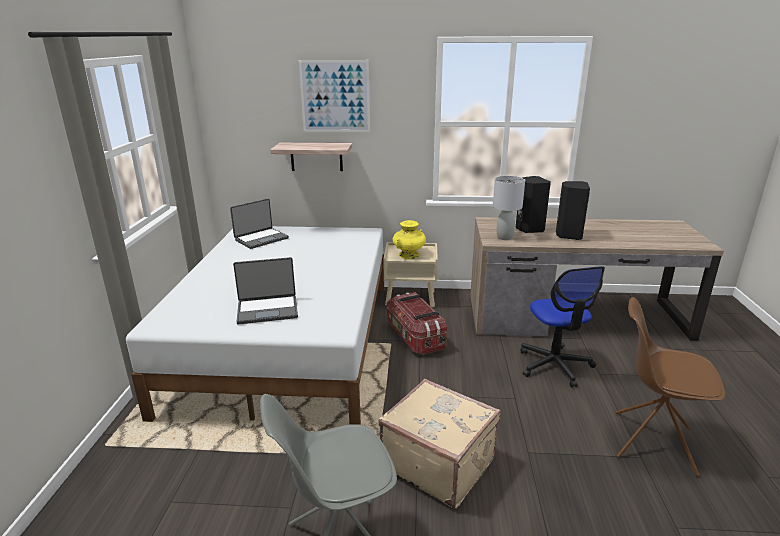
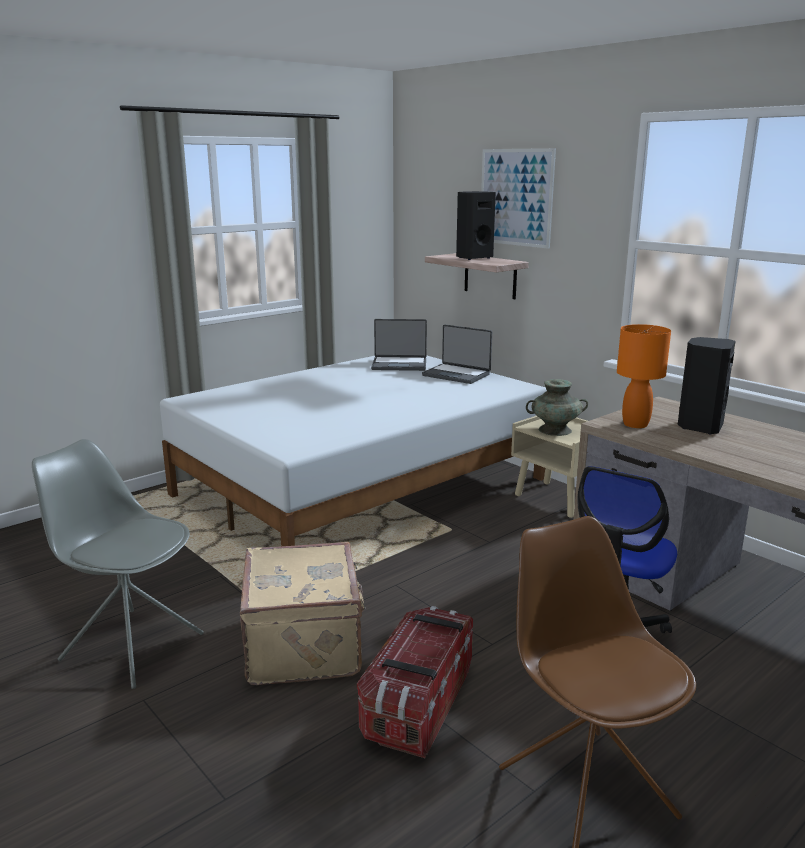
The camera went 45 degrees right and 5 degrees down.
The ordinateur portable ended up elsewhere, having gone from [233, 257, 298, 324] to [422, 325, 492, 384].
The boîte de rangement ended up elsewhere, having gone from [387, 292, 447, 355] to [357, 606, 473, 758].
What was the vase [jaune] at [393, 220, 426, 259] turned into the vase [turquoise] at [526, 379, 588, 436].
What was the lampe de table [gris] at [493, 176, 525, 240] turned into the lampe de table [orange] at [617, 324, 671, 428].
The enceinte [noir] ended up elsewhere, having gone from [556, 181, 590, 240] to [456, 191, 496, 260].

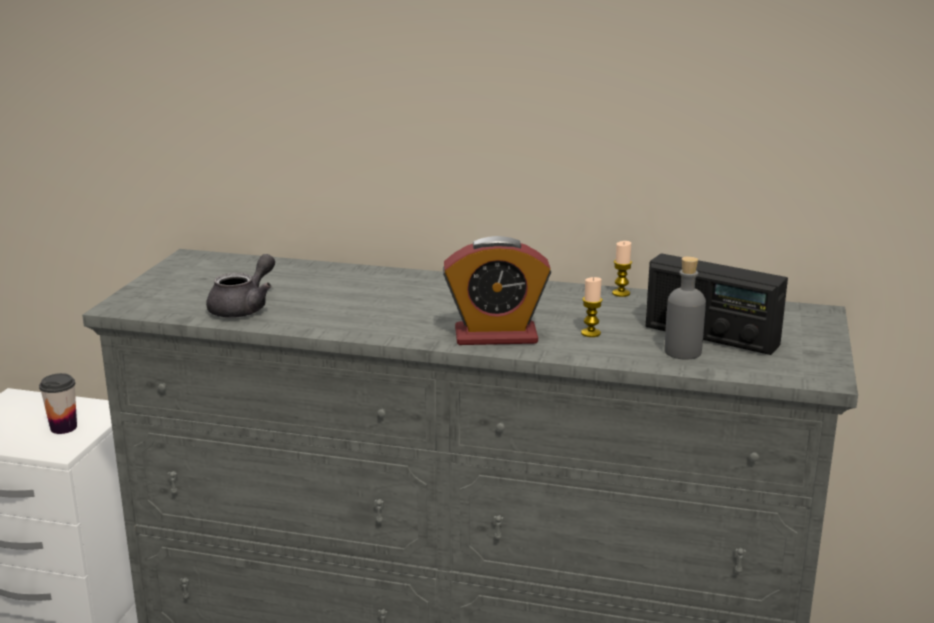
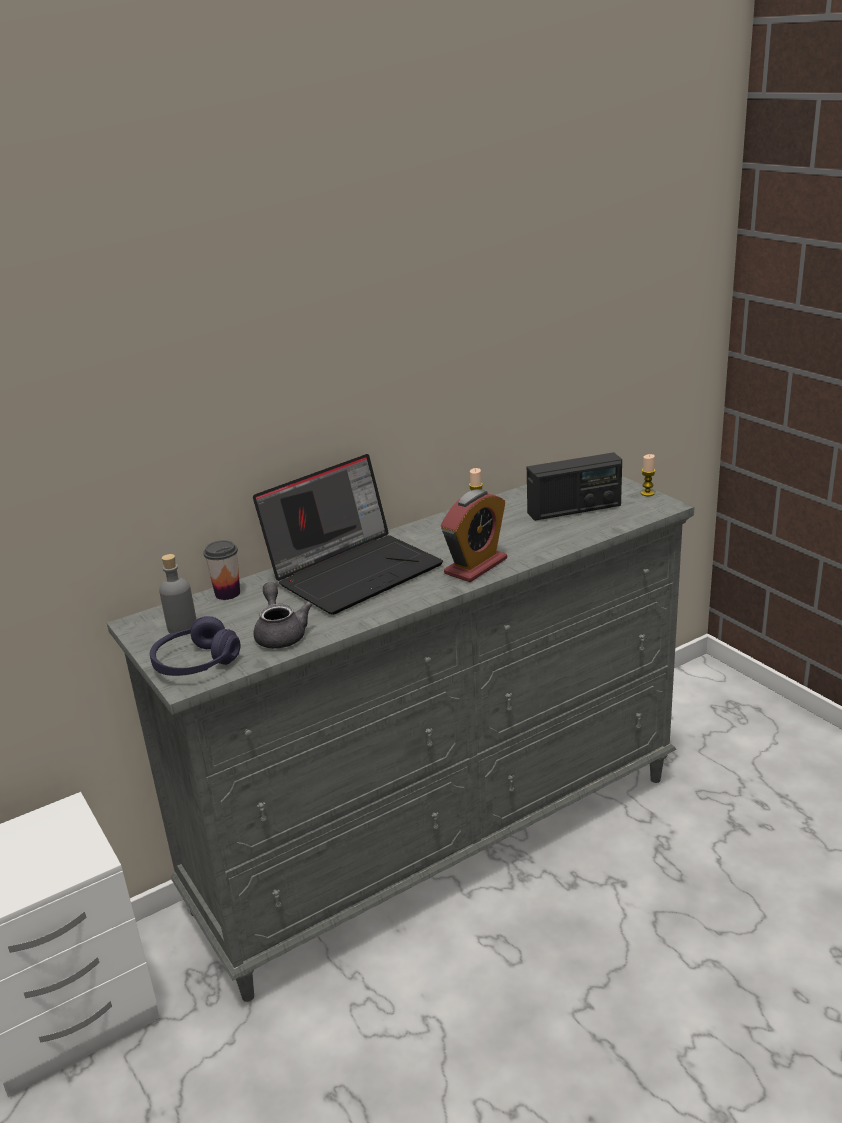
The camera went 45 degrees left and 5 degrees up.
The tasse ended up elsewhere, having gone from [39, 373, 77, 434] to [203, 540, 240, 600].
The bougie ended up elsewhere, having gone from [581, 277, 603, 337] to [641, 454, 656, 496].
The bouteille [gris] ended up elsewhere, having gone from [664, 256, 706, 360] to [159, 554, 197, 633].
The second view gained the casque audio [violet] at [150, 616, 241, 676].
The second view gained the ordinateur portable at [253, 454, 443, 615].

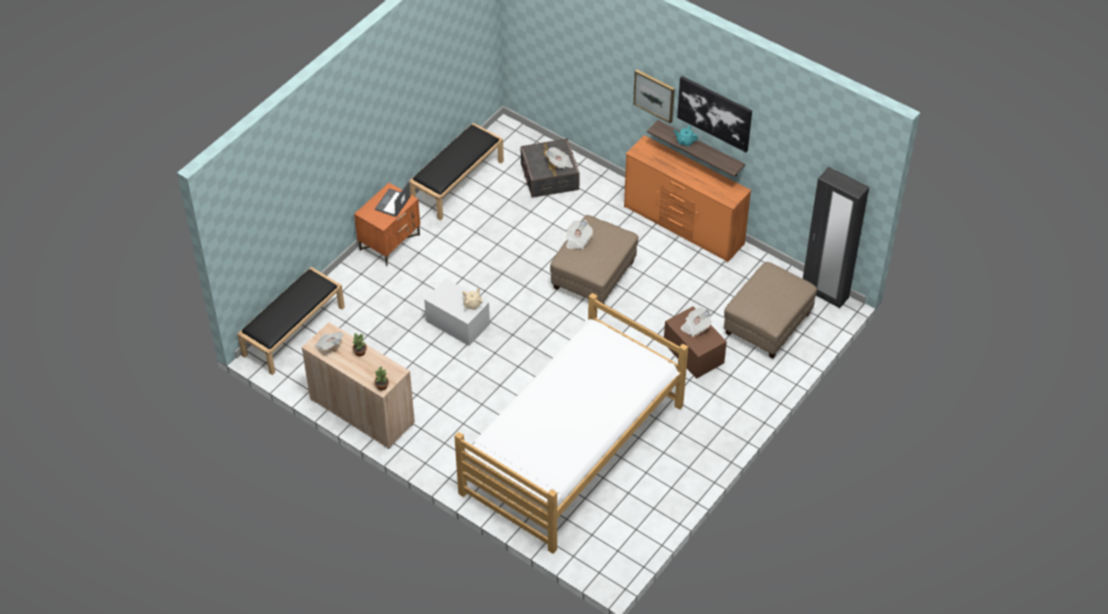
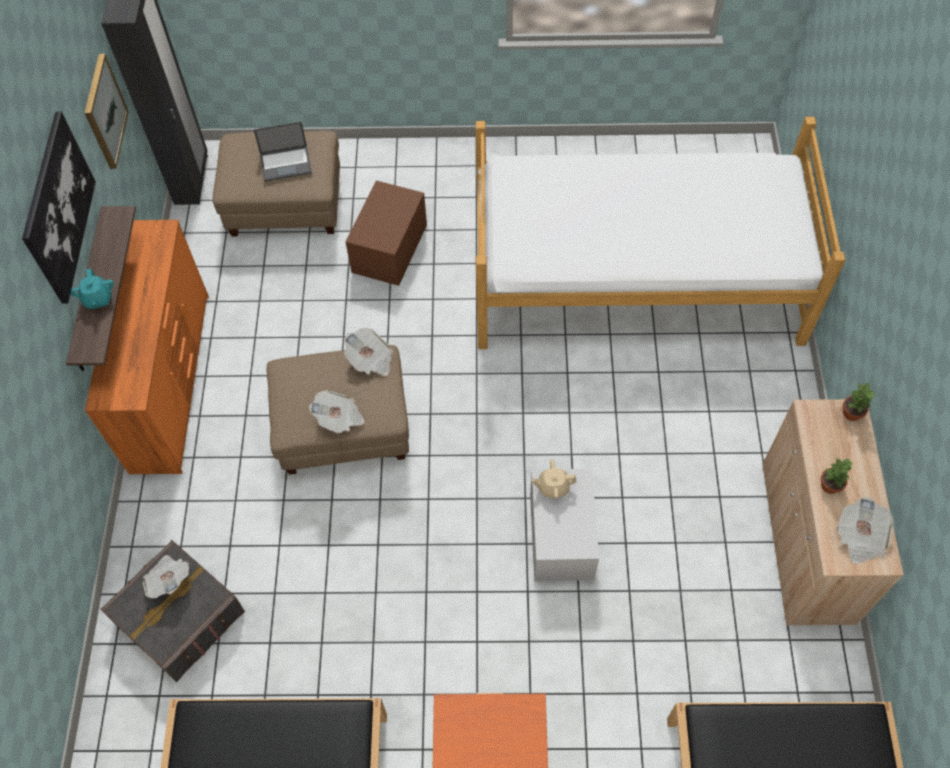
The camera went 125 degrees left and 10 degrees up.
The ordinateur portable ended up elsewhere, having gone from [375, 181, 411, 217] to [254, 121, 312, 182].
The tableau ended up elsewhere, having gone from [633, 70, 675, 123] to [84, 54, 129, 169].
The journal ended up elsewhere, having gone from [681, 307, 711, 337] to [344, 328, 393, 376].

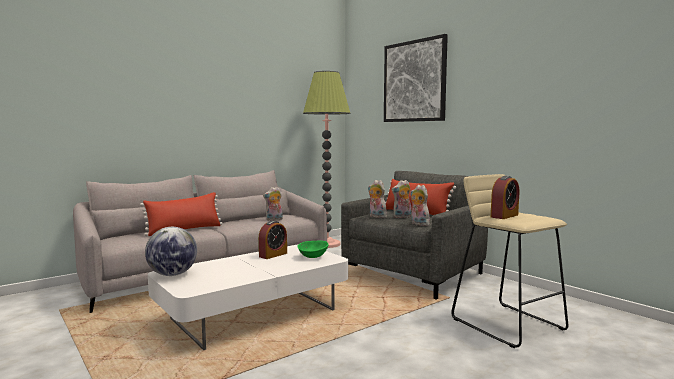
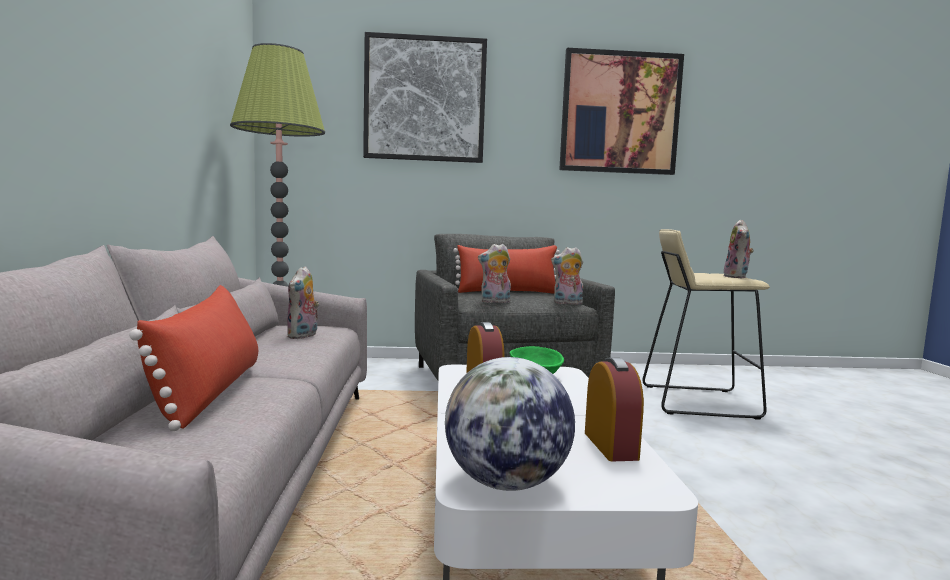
The camera went 55 degrees left and 0 degrees up.
The peluche ended up elsewhere, having gone from [391, 180, 411, 218] to [724, 220, 754, 278].
The réveil ended up elsewhere, having gone from [491, 176, 519, 219] to [585, 358, 644, 461].
The second view gained the tableau at [559, 48, 684, 175].

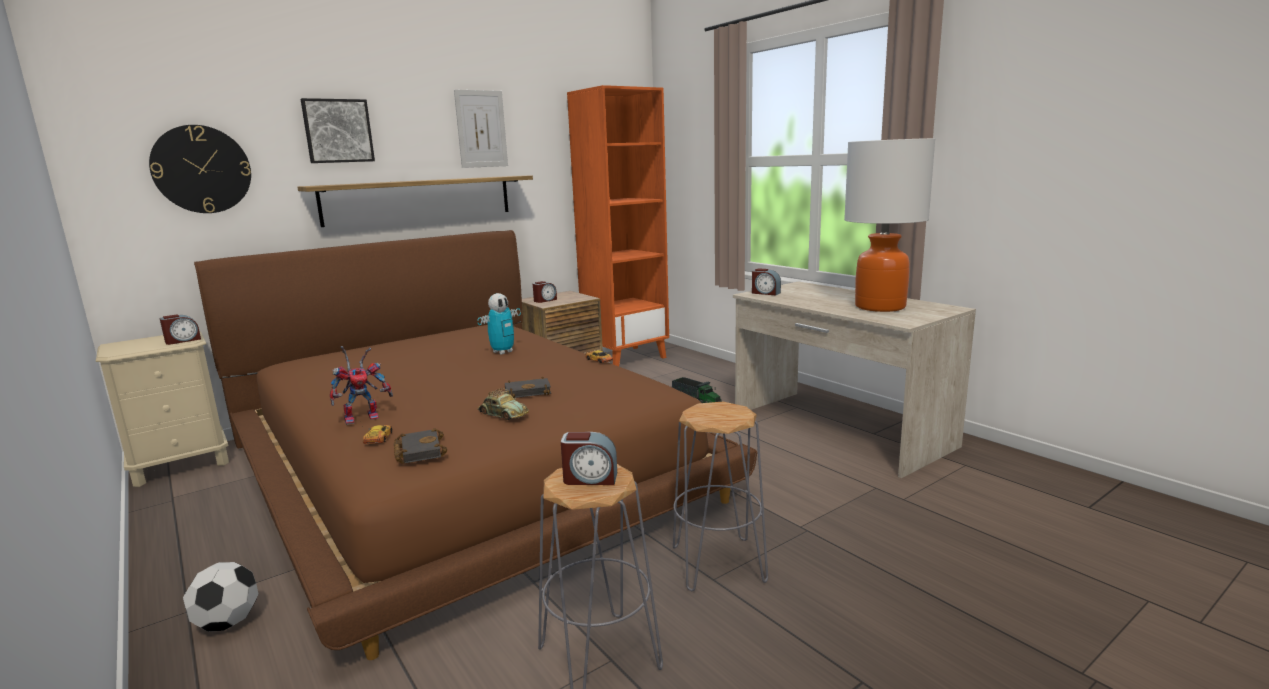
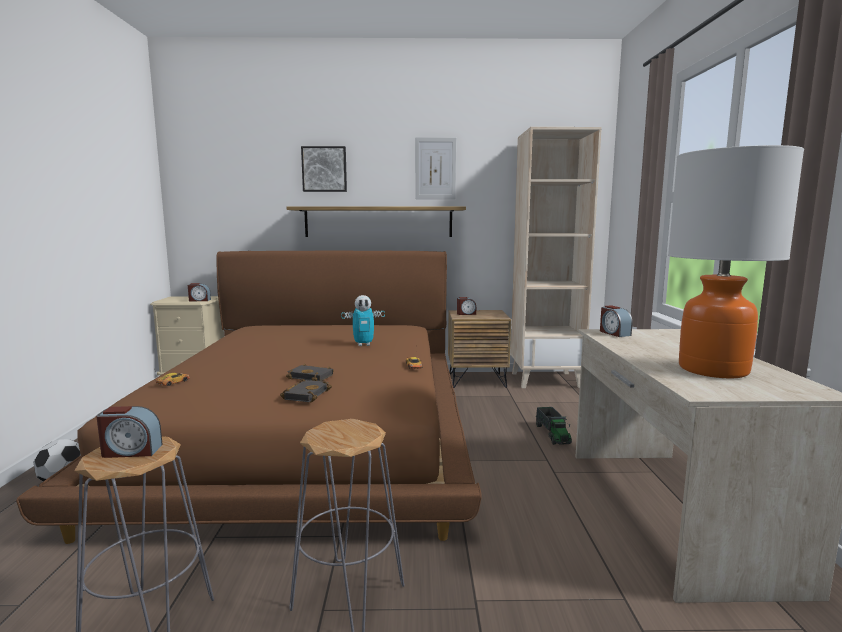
The camera went 35 degrees right and 5 degrees down.
The second view lost the horloge murale at [149, 125, 251, 213].
The second view lost the robot jouet at [330, 346, 393, 425].
The livre [noir] ended up elsewhere, having gone from [394, 428, 447, 464] to [280, 379, 332, 402].
The second view lost the petite voiture at [477, 388, 529, 420].
The réveil at [561, 432, 617, 485] ended up facing another way, 45 degrees counterclockwise from before.
What was the bibliothèque [orange] at [567, 85, 669, 366] turned into the bibliothèque [beige] at [511, 127, 602, 388].

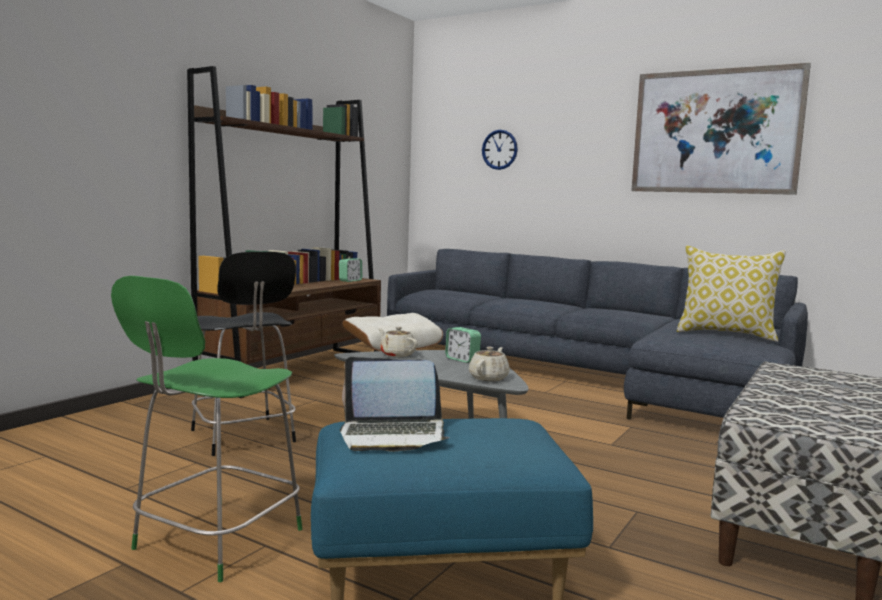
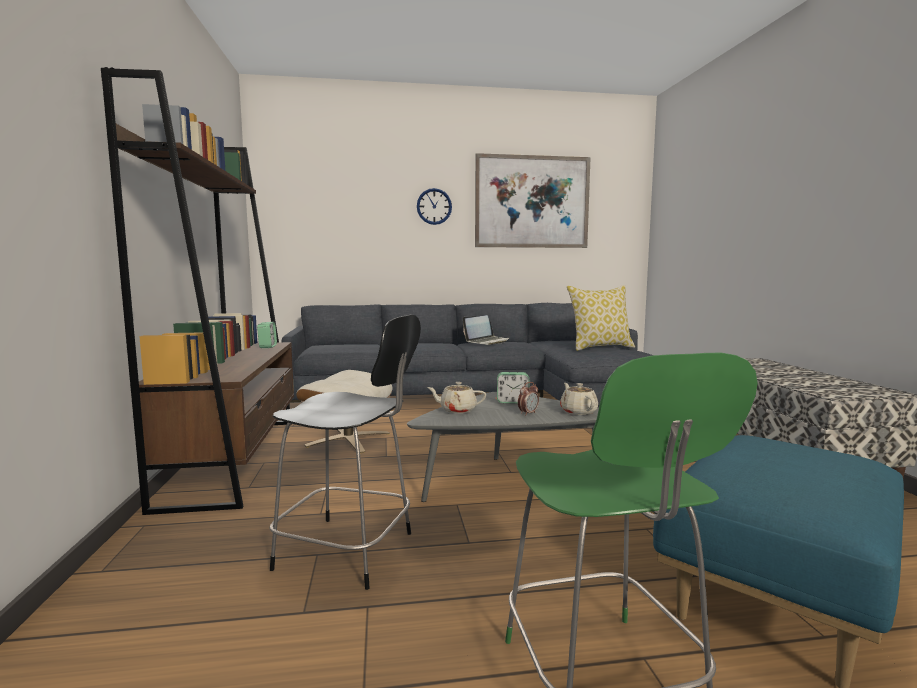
The camera went 40 degrees left and 0 degrees up.
The ordinateur portable ended up elsewhere, having gone from [340, 357, 450, 452] to [463, 315, 509, 345].
The horloge murale ended up elsewhere, having gone from [482, 130, 518, 170] to [417, 188, 452, 225].
The second view gained the réveil at [518, 382, 539, 416].

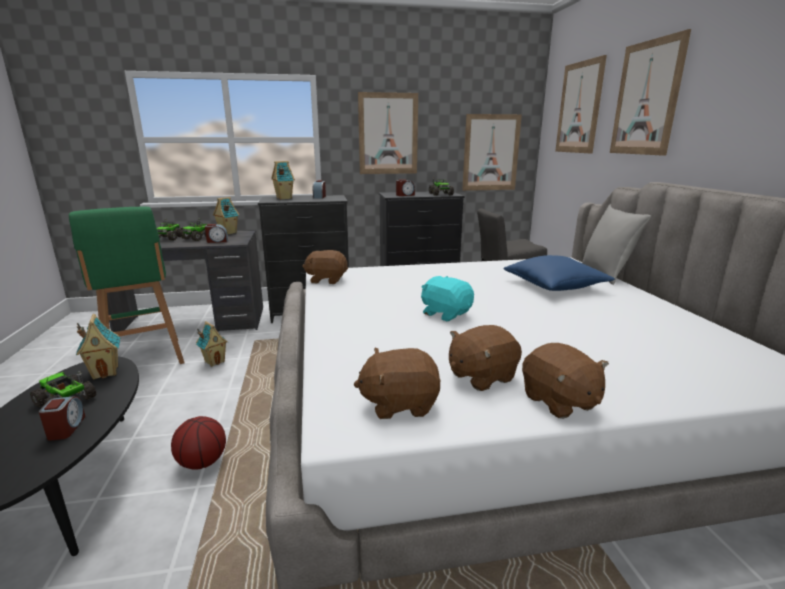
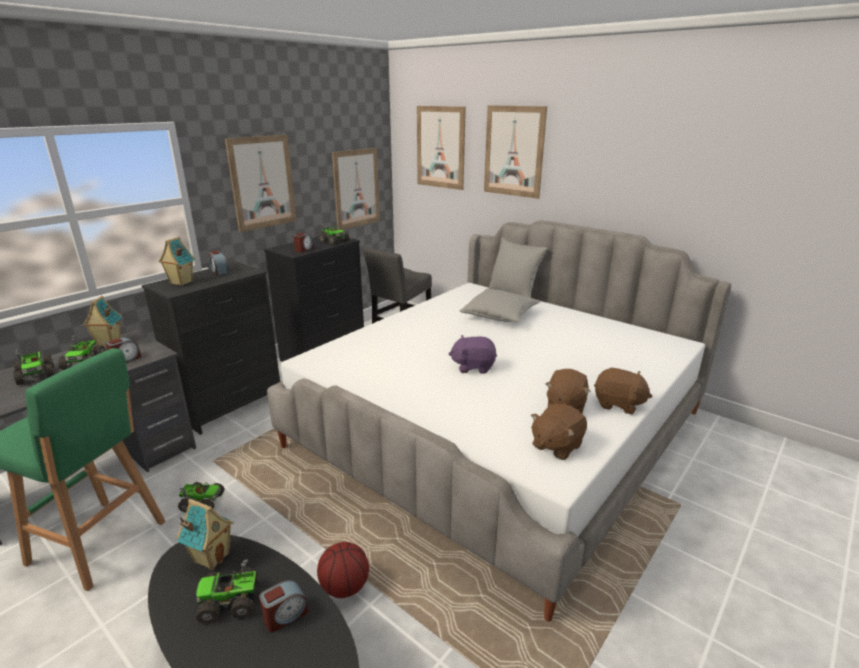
The camera went 40 degrees left and 5 degrees up.
The réveil at [39, 396, 85, 441] ended up facing another way, 105 degrees clockwise from before.
Where the maison miniature stood at [196, 321, 228, 367], the camion jouet came to stand at [178, 482, 225, 513].
The second view lost the peluche [marron] at [302, 250, 348, 284].
What was the peluche [turquoise] at [421, 276, 474, 321] turned into the peluche [violet] at [448, 335, 497, 374].
What was the coussin [bleu] at [503, 255, 615, 291] turned into the coussin [gris] at [459, 289, 540, 322].

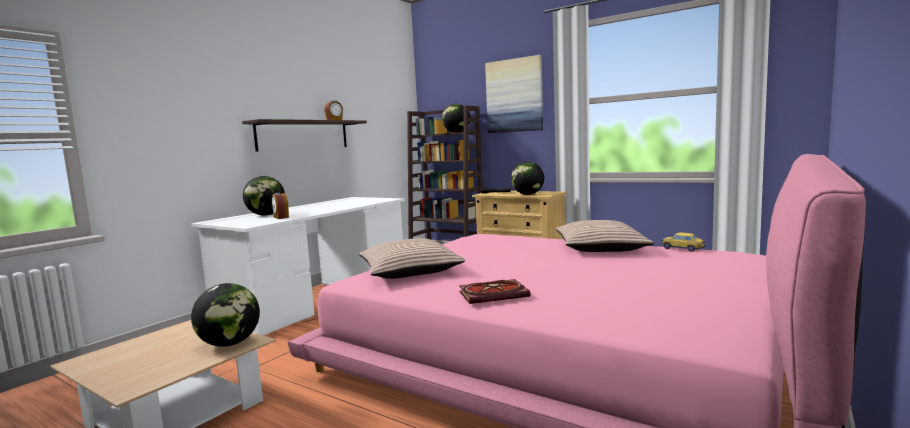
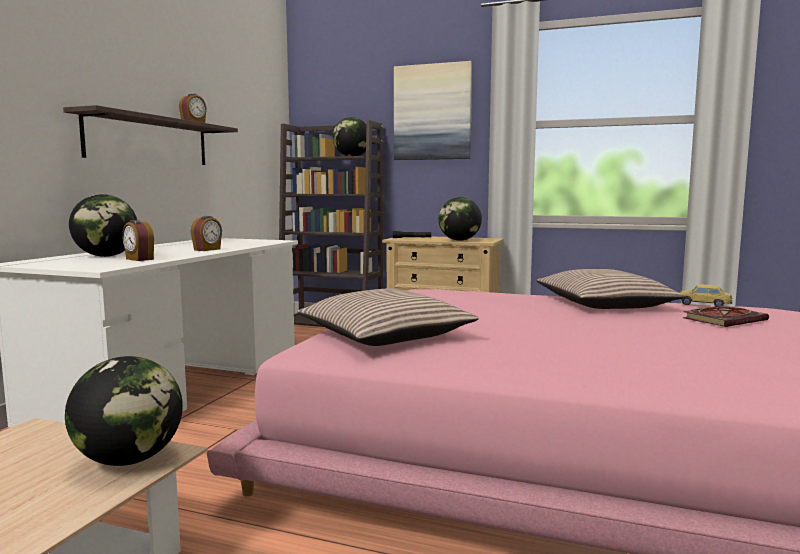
The camera went 15 degrees left and 0 degrees up.
The livre ended up elsewhere, having gone from [459, 279, 531, 304] to [683, 306, 769, 327].
The second view gained the réveil at [191, 216, 222, 251].

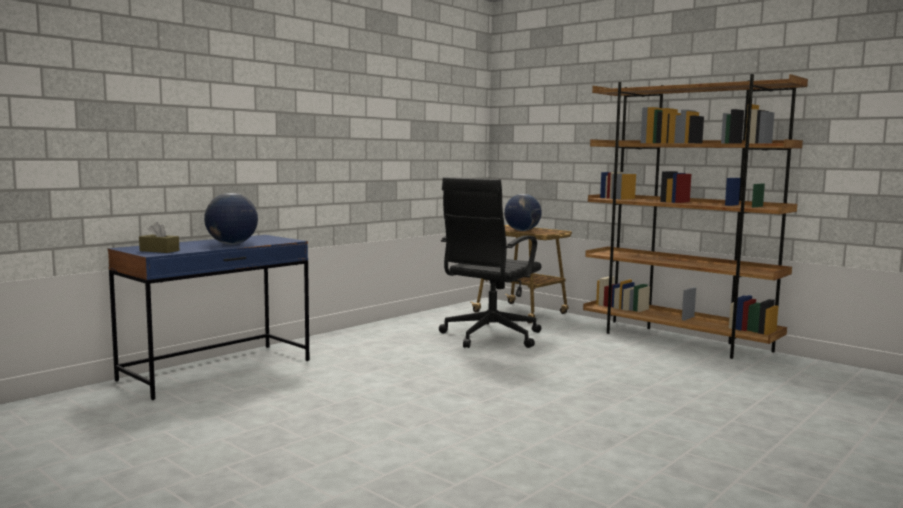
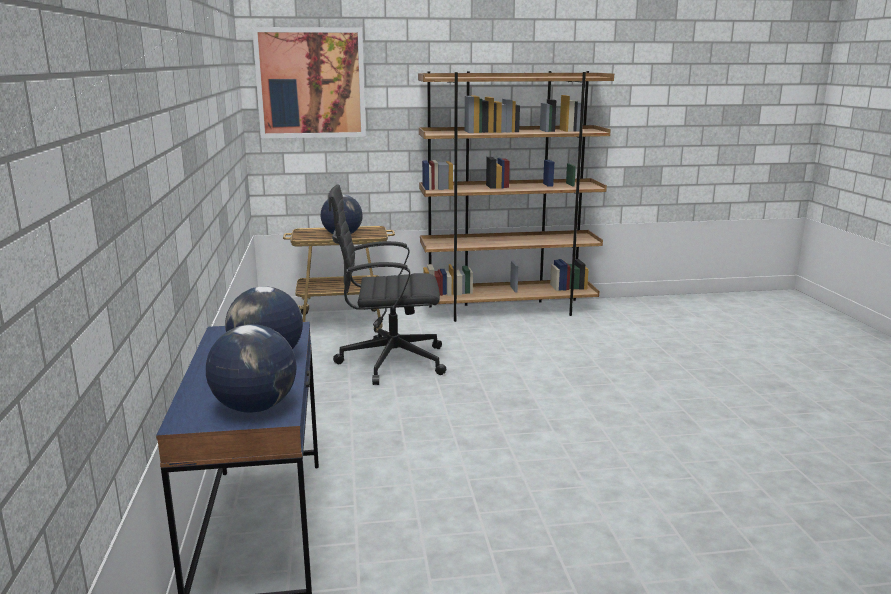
The camera went 50 degrees left and 10 degrees up.
Where the boîte à mouchoirs [marron] stood at [139, 222, 179, 253], the globe came to stand at [206, 324, 297, 413].
The chaise de bureau [noir] at [439, 177, 541, 348] ended up facing another way, 105 degrees clockwise from before.
The second view gained the tableau at [252, 27, 366, 138].

